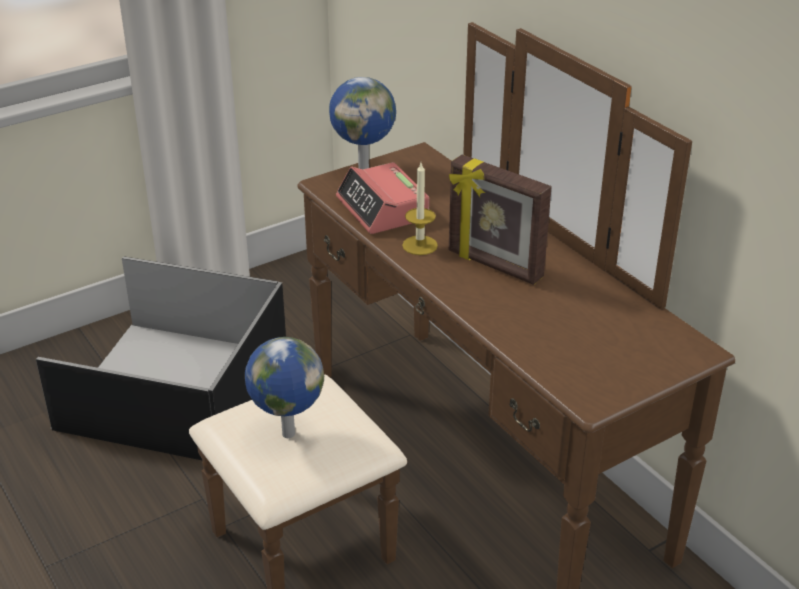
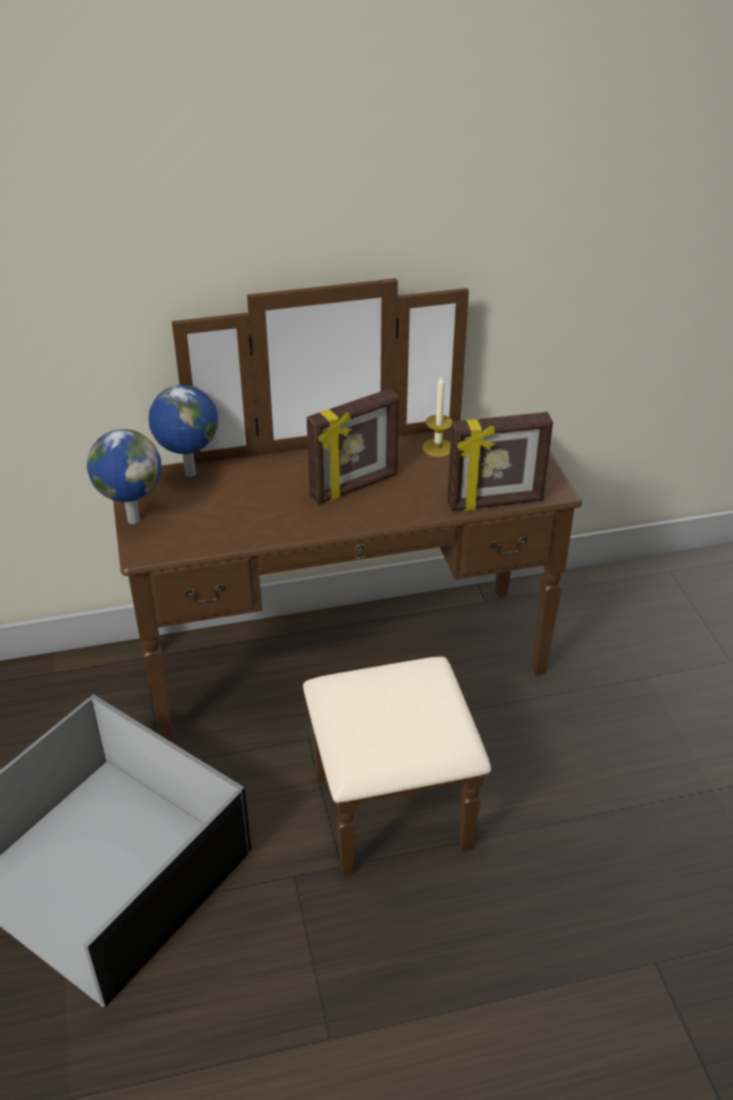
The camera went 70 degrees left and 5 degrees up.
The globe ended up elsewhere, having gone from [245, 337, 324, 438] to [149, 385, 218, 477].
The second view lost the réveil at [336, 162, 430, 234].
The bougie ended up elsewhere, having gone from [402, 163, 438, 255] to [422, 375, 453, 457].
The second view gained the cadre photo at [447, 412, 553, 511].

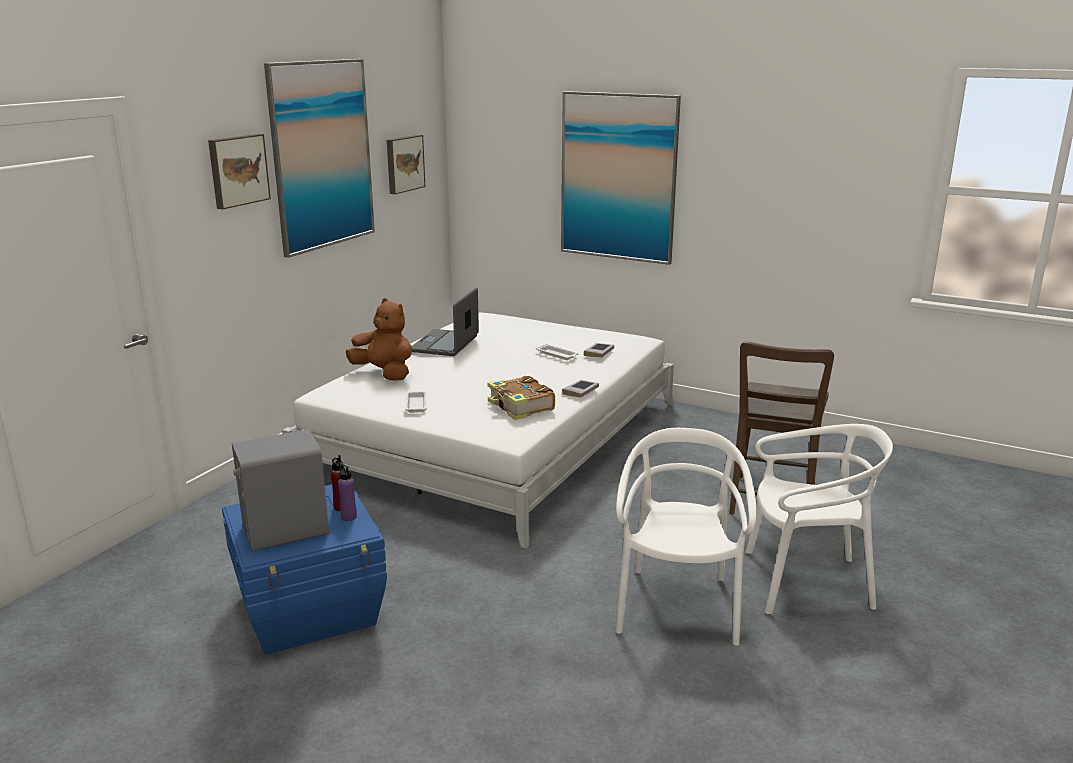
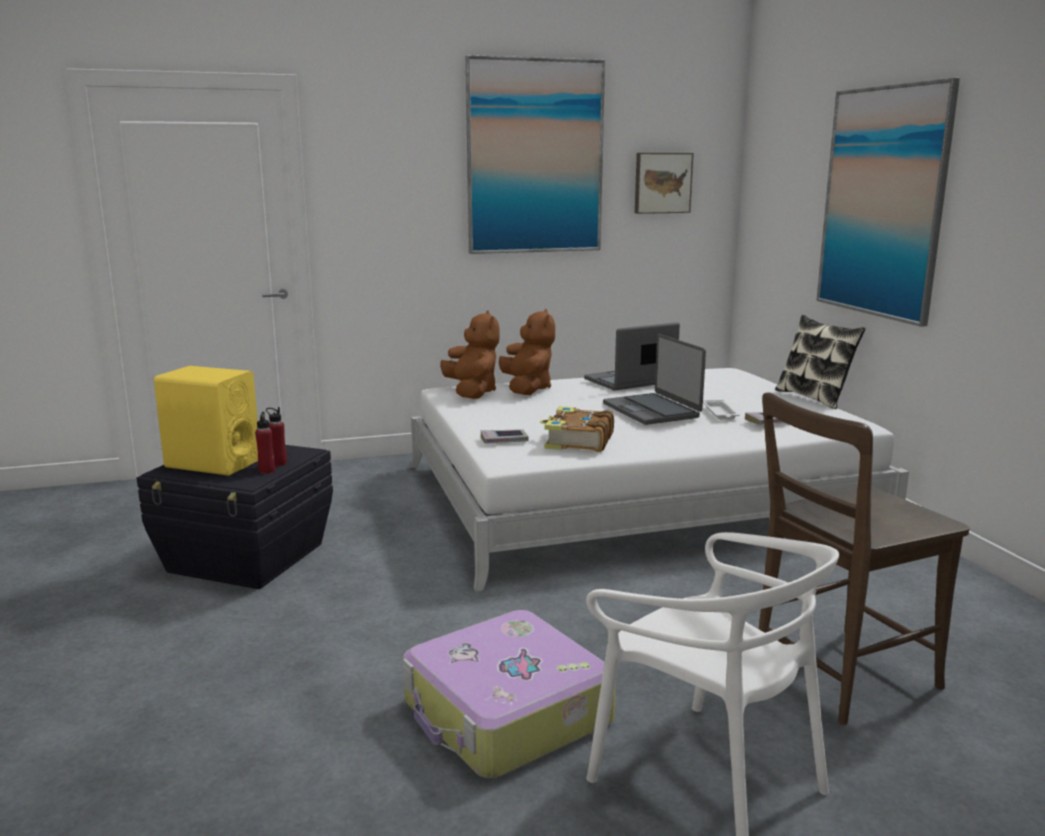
The camera went 45 degrees right and 5 degrees down.
The second view lost the tableau at [208, 134, 271, 209].
What was the boîte de rangement [bleu] at [222, 485, 387, 655] turned into the boîte de rangement [noir] at [136, 445, 333, 589].
What was the enceinte [gris] at [232, 429, 329, 552] turned into the enceinte [jaune] at [154, 366, 258, 476].
What was the bouteille [violet] at [338, 463, 357, 521] turned into the bouteille [rouge] at [255, 412, 275, 474].
The second view lost the plateau [blanc] at [405, 391, 427, 413].
The livre ended up elsewhere, having gone from [562, 380, 599, 397] to [481, 429, 529, 444].
Where the chaise [blanc] stood at [616, 428, 756, 646], the valise came to stand at [403, 610, 616, 779].
The second view gained the peluche [marron] at [440, 311, 499, 399].
The second view gained the ordinateur portable at [603, 334, 706, 425].
The second view gained the coussin at [775, 315, 865, 409].

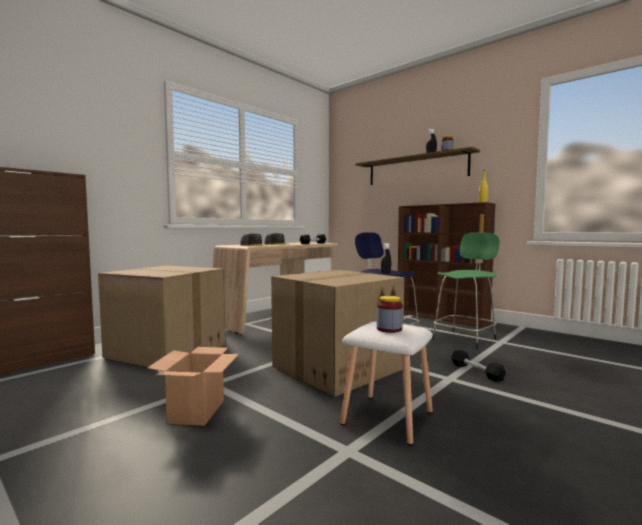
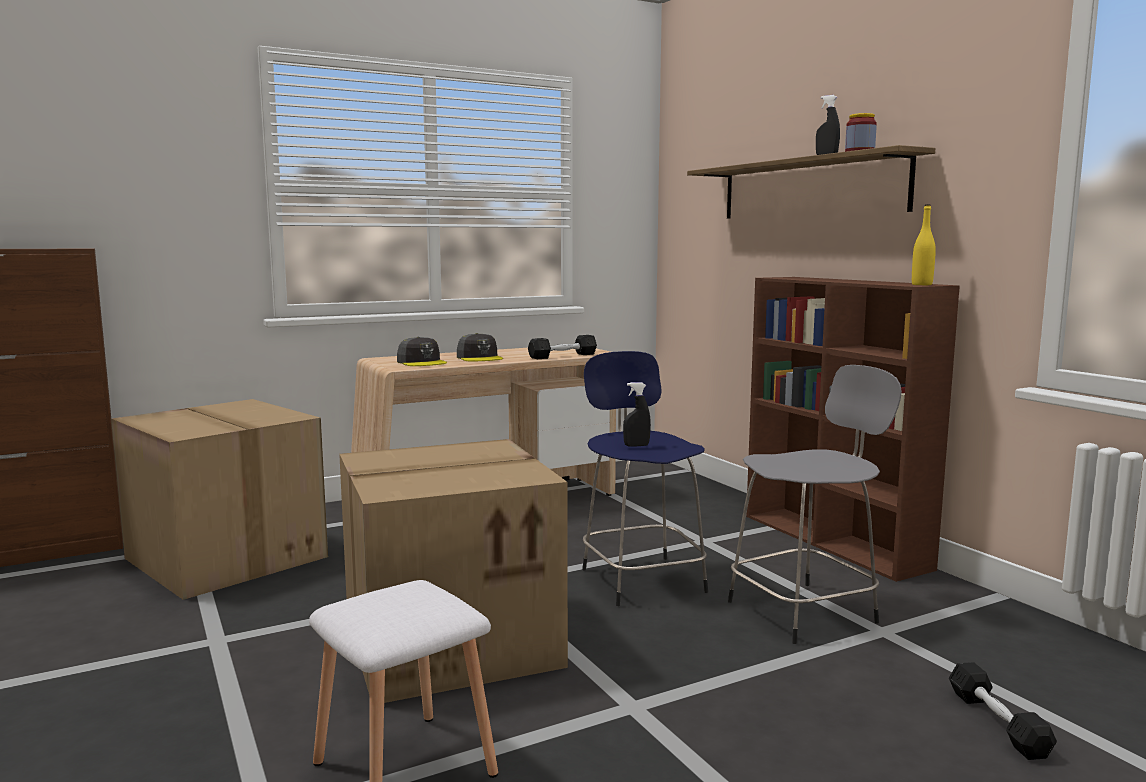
The camera went 20 degrees right and 5 degrees up.
The second view lost the carton at [147, 347, 239, 426].
The second view lost the bocal at [377, 296, 403, 333].
What was the tabouret [vert] at [432, 233, 500, 350] turned into the tabouret [gris] at [728, 365, 902, 644].
The haltère [noir] ended up elsewhere, having gone from [451, 350, 506, 382] to [949, 662, 1057, 760].

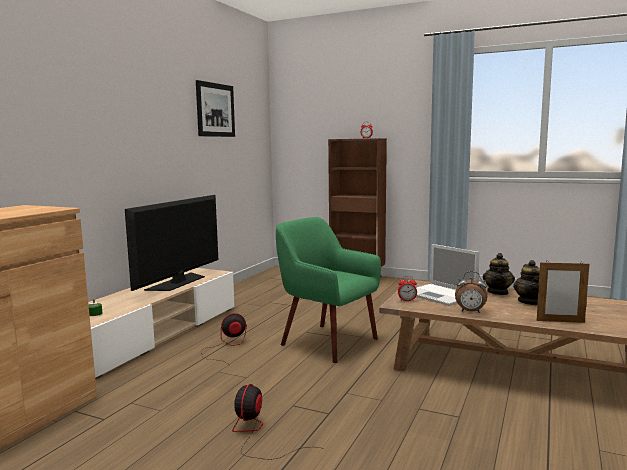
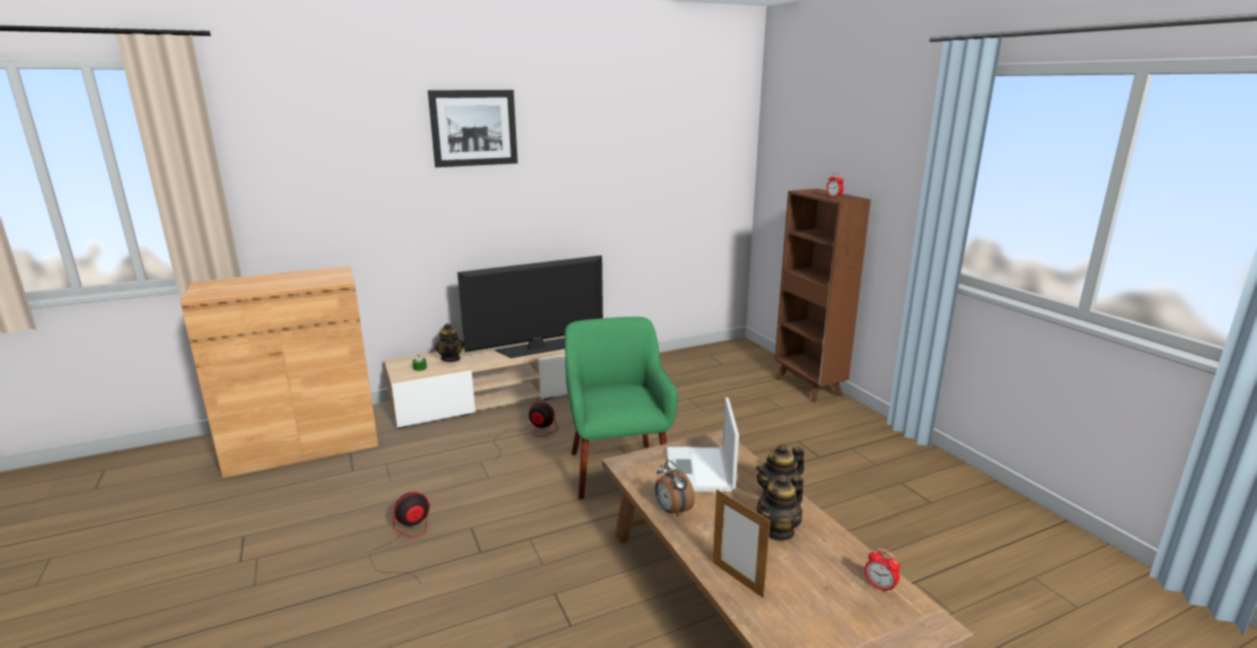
The camera went 40 degrees right and 10 degrees up.
The tableau ended up elsewhere, having gone from [196, 80, 235, 137] to [428, 90, 518, 167].
The réveil ended up elsewhere, having gone from [398, 276, 417, 301] to [865, 548, 900, 593].
The second view gained the théière at [435, 323, 464, 362].

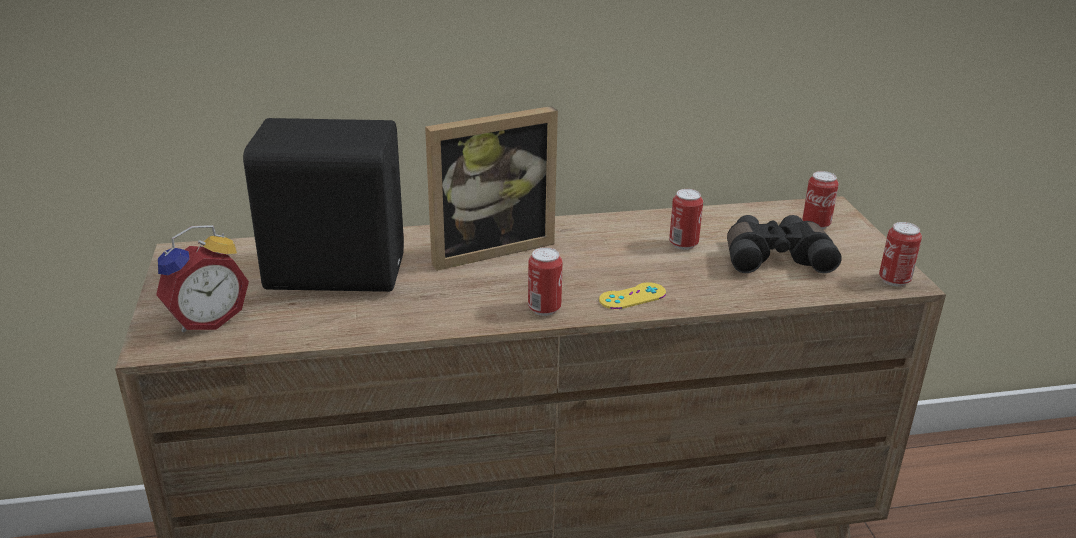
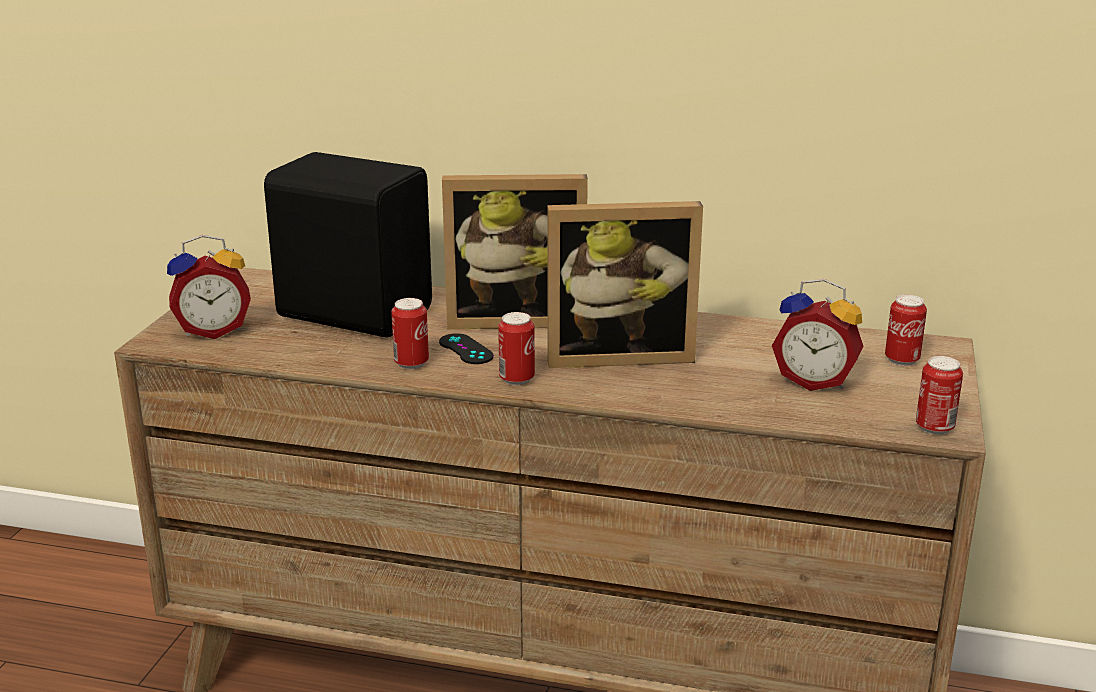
The camera went 25 degrees right and 5 degrees down.
The second view lost the manette [jaune] at [599, 282, 666, 309].
The boîte métallique ended up elsewhere, having gone from [669, 189, 703, 250] to [391, 298, 429, 369].
Where the jumelles [noir] stood at [727, 215, 842, 273], the réveil came to stand at [772, 279, 864, 391].
The second view gained the manette [noir] at [439, 333, 494, 364].
The second view gained the cadre photo at [547, 201, 703, 368].

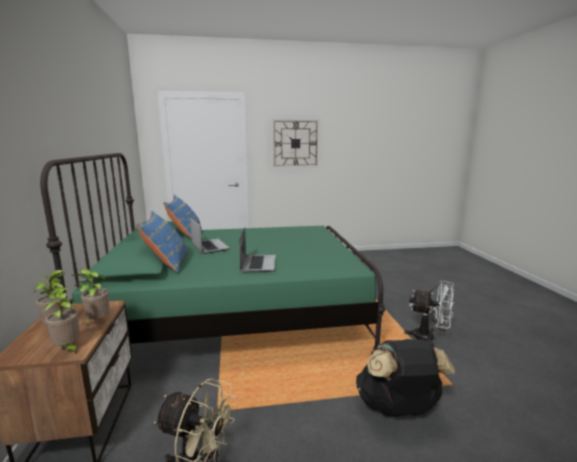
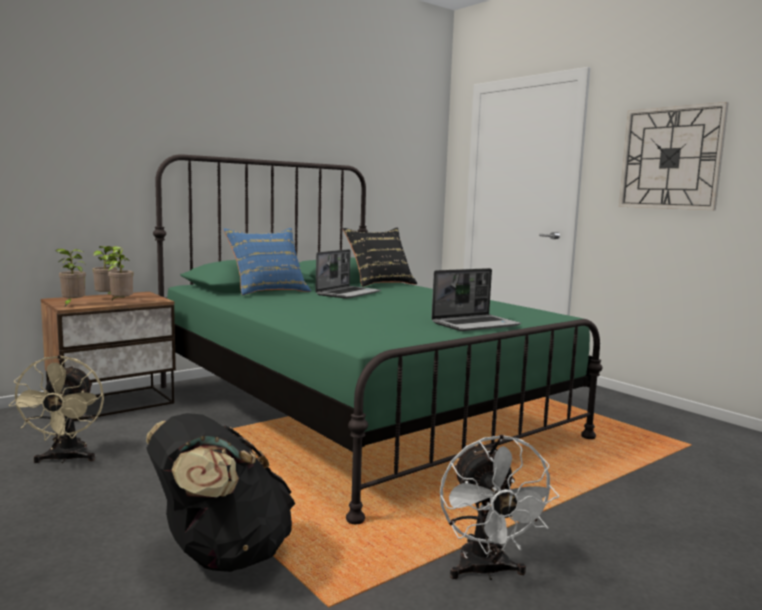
The camera went 60 degrees right and 5 degrees down.
What was the coussin [bleu] at [163, 195, 202, 237] turned into the coussin [noir] at [343, 228, 417, 287].
The ordinateur portable ended up elsewhere, having gone from [239, 227, 276, 272] to [431, 268, 521, 331].

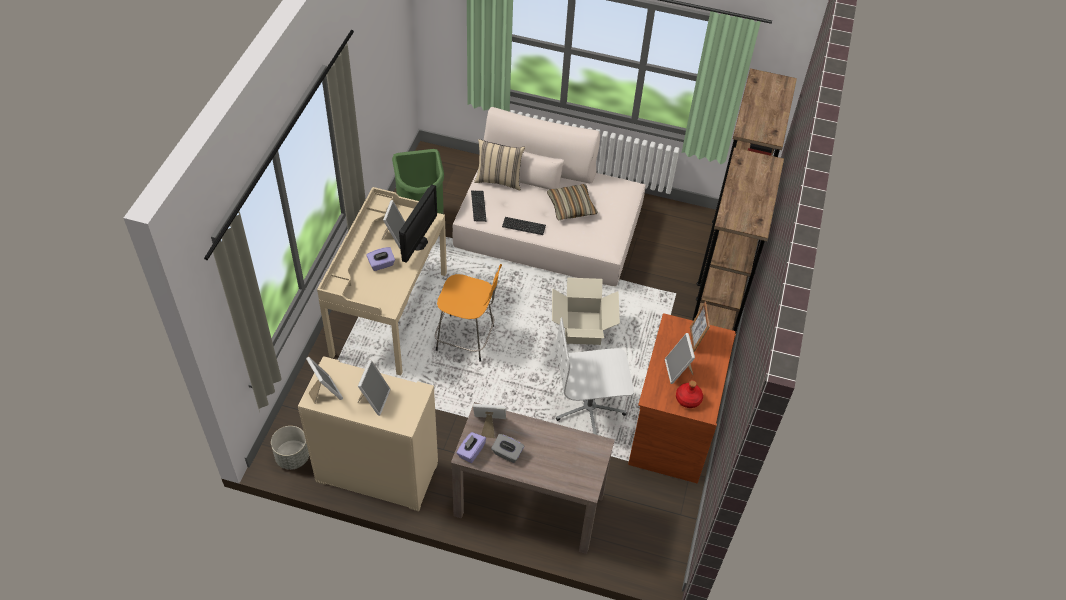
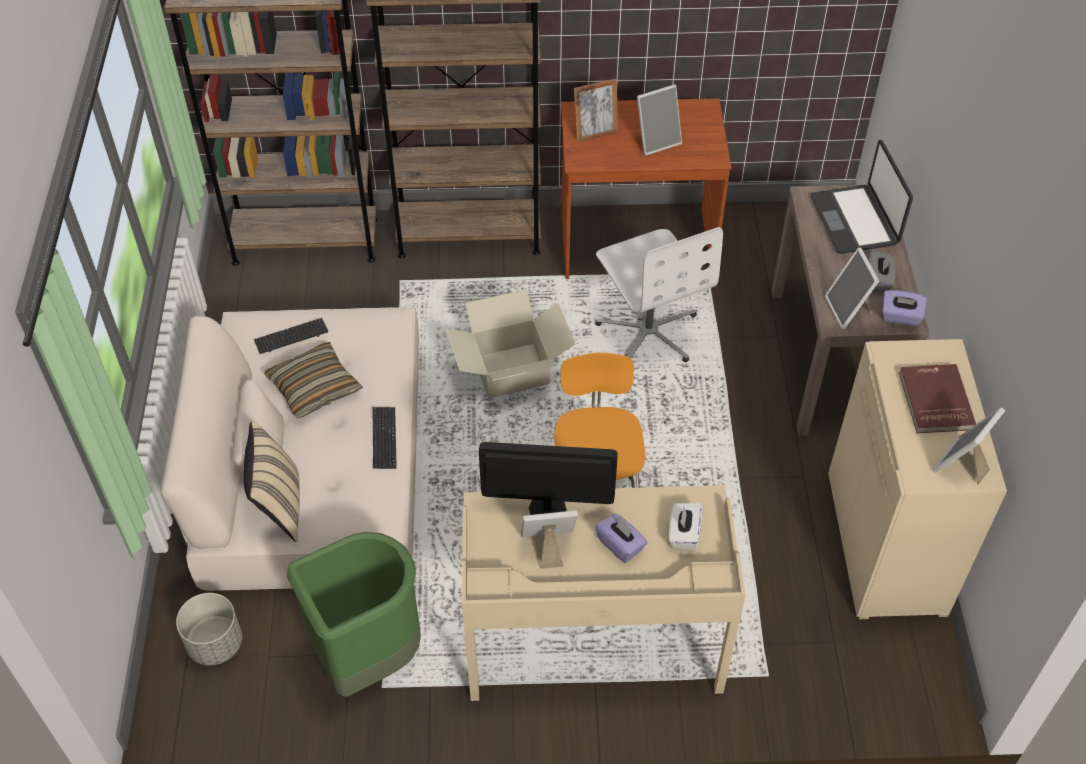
The camera went 105 degrees left and 0 degrees up.
The cache-pot [gris] ended up elsewhere, having gone from [271, 426, 309, 470] to [176, 593, 242, 665].
Where the cadre photo stood at [357, 360, 391, 416], the livre [rouge] came to stand at [899, 364, 976, 433].
The clavier ended up elsewhere, having gone from [471, 191, 487, 222] to [254, 318, 328, 354].
The second view lost the bouteille [rouge] at [676, 380, 703, 408].
The second view gained the boîte à mouchoirs [blanc] at [669, 503, 703, 551].
The second view gained the ordinateur portable at [810, 140, 913, 254].

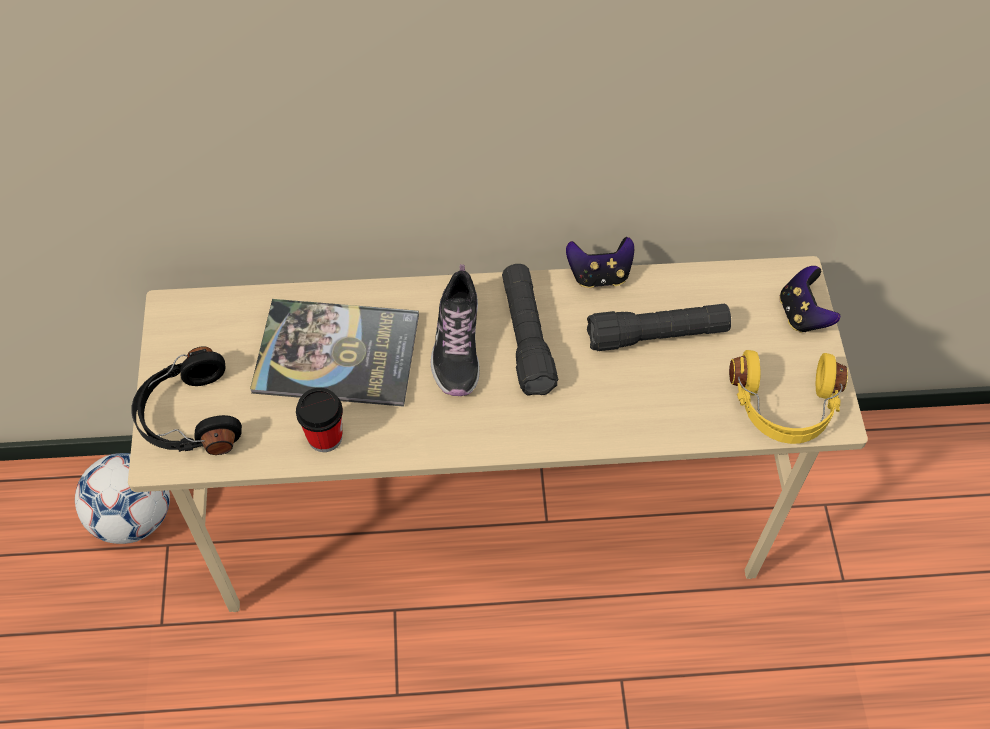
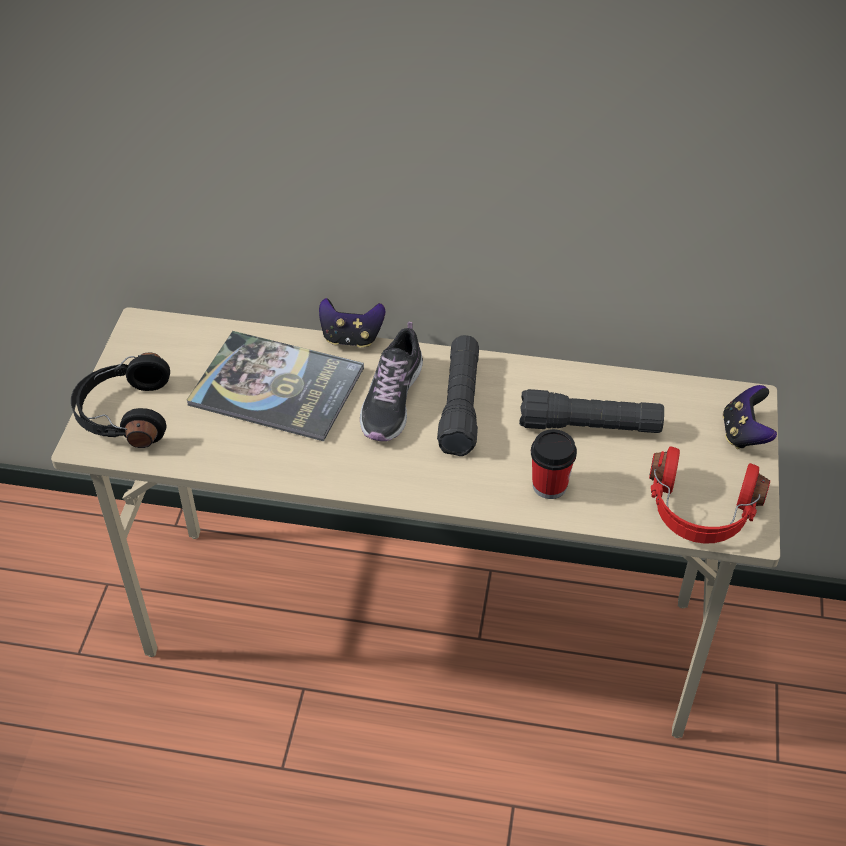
The camera went 15 degrees right and 10 degrees down.
The second view lost the ballon de foot at [75, 453, 170, 544].
The tasse ended up elsewhere, having gone from [296, 388, 343, 452] to [531, 429, 577, 499].
The manette ended up elsewhere, having gone from [566, 237, 634, 288] to [319, 298, 385, 347].
What was the casque audio [jaune] at [729, 350, 848, 444] turned into the casque audio [rouge] at [649, 447, 770, 544].

